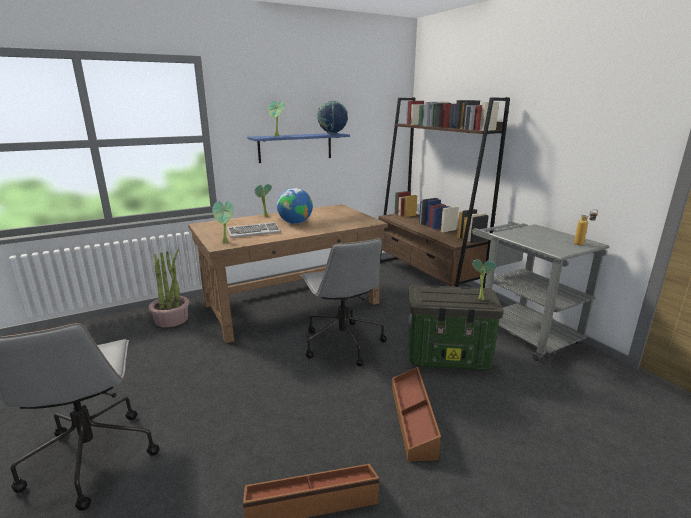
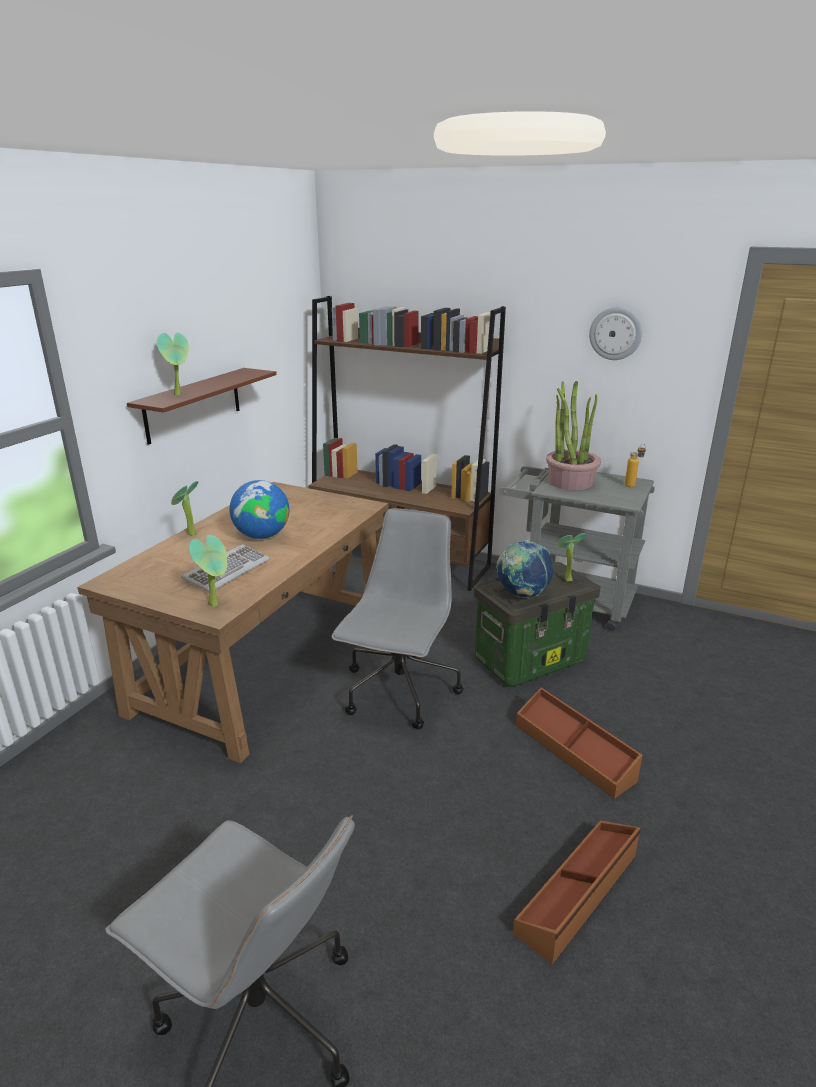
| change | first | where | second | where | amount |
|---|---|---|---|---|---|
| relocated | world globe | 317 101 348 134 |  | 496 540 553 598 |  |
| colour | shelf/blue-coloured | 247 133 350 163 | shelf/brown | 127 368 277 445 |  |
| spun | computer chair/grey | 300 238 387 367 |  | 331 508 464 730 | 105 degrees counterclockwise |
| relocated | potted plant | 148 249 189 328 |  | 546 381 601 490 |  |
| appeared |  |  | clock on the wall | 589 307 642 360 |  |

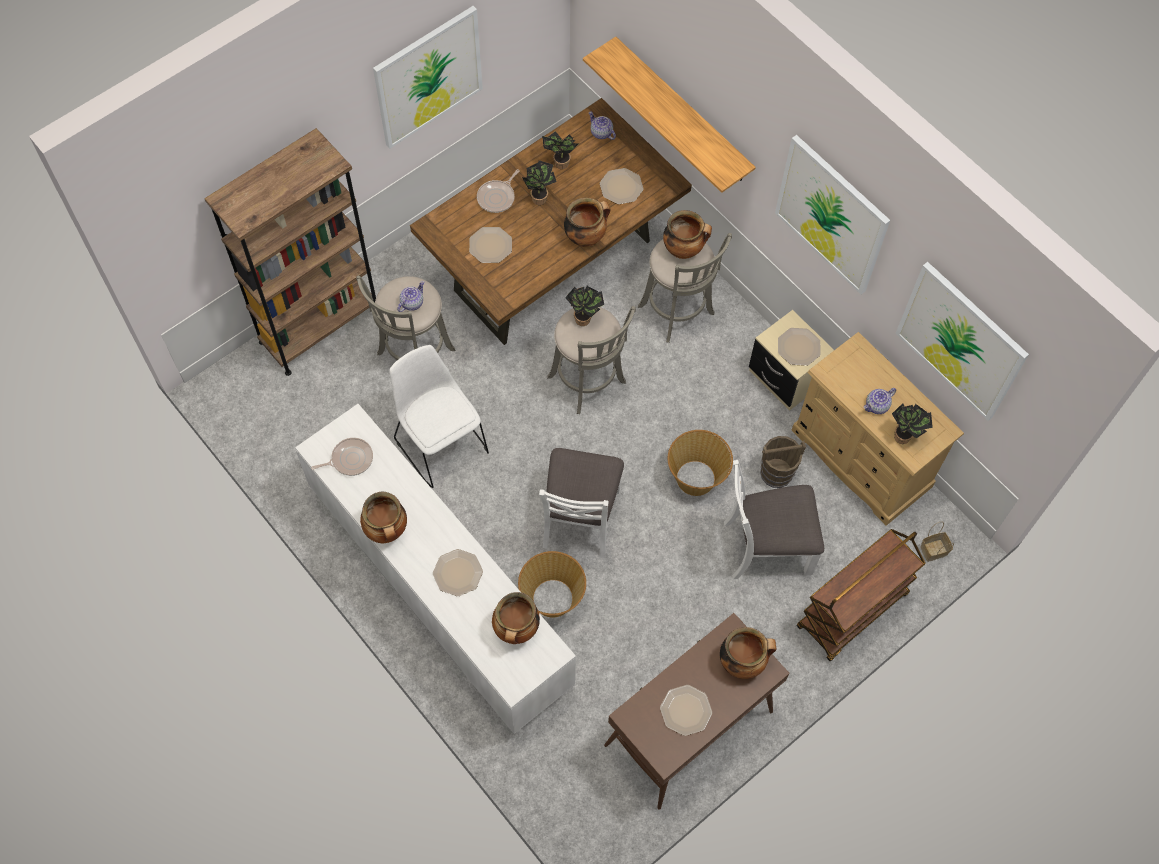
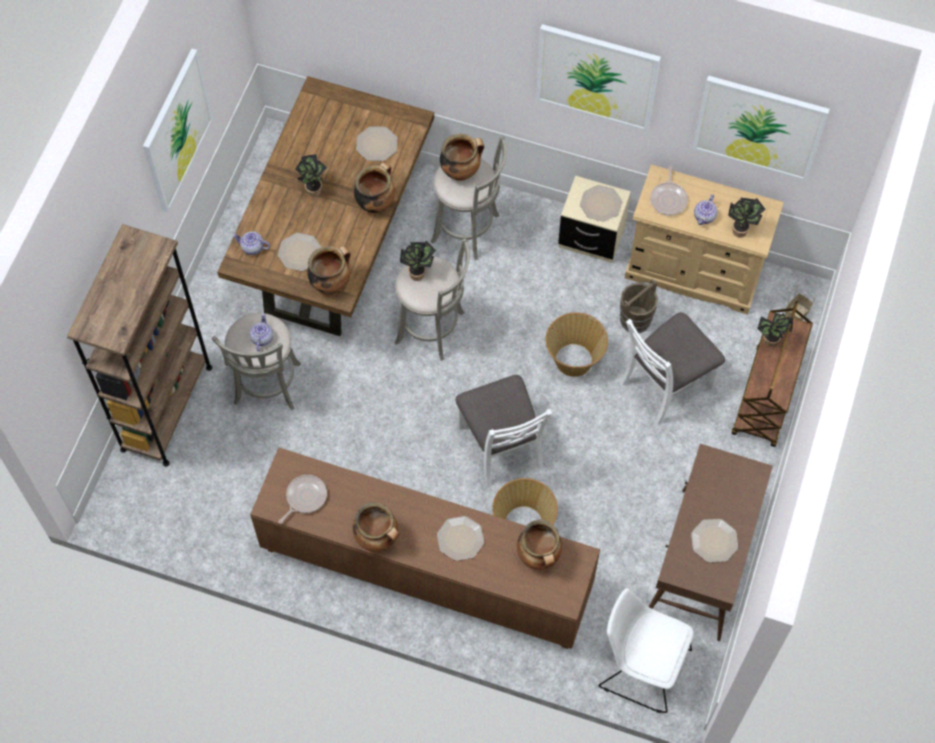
| change | first | where | second | where | amount |
|---|---|---|---|---|---|
| missing | shelf | 583 37 756 193 |  |  |  |
| relocated | teapot | 589 112 616 140 |  | 232 231 270 255 |  |
| relocated | potted plant | 542 131 578 169 |  | 757 313 793 347 |  |
| relocated | skillet | 477 169 520 213 |  | 650 165 688 216 |  |
| relocated | plain chair/white | 389 345 489 488 |  | 598 588 694 713 |  |
| colour | cupboard/white | 295 404 576 734 | cupboard/brown | 250 447 600 649 |  |
| relocated | cooking pot | 720 627 776 679 |  | 307 246 351 294 |  |

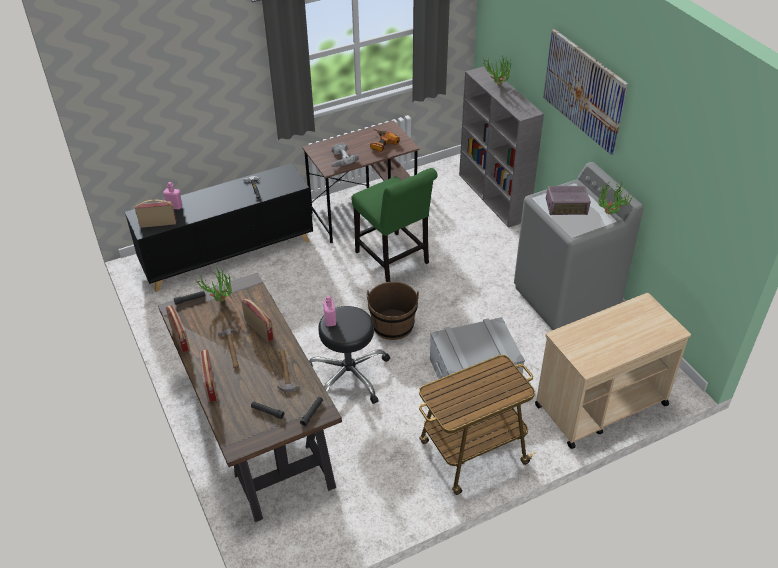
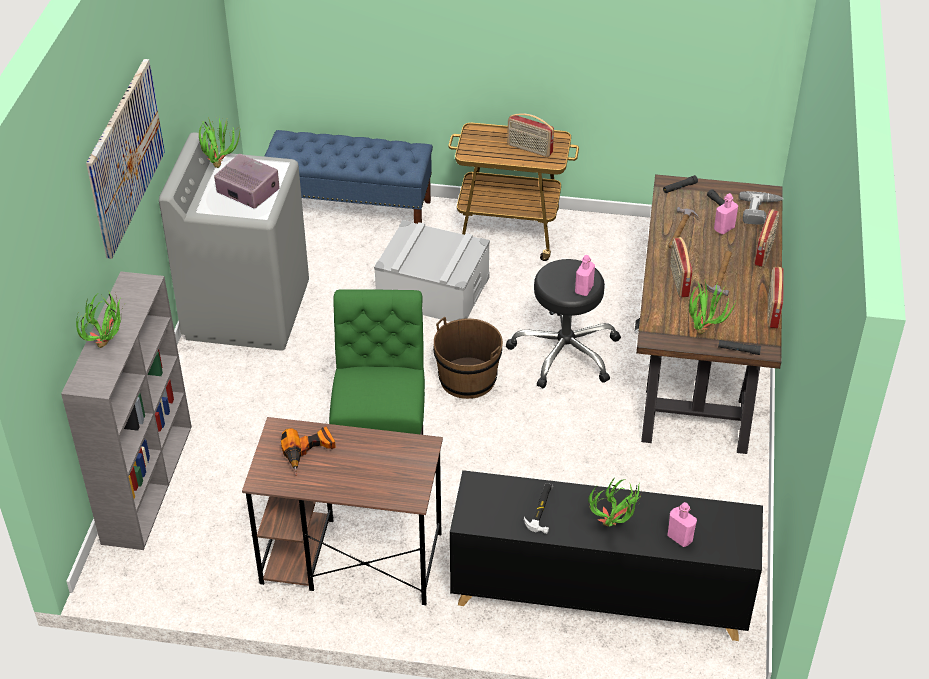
| change | first | where | second | where | amount |
|---|---|---|---|---|---|
| relocated | power drill | 331 142 359 167 |  | 739 191 783 225 |  |
| relocated | radio | 135 200 176 227 |  | 507 113 554 157 |  |
| exchanged | wheeled cart/beige | 535 293 691 449 | bench/blue-coloured | 264 130 433 224 |  |
| appeared |  |  | drink bottle/pinkish | 714 193 738 234 |  |
| appeared |  |  | potted plant | 588 478 641 526 |  |

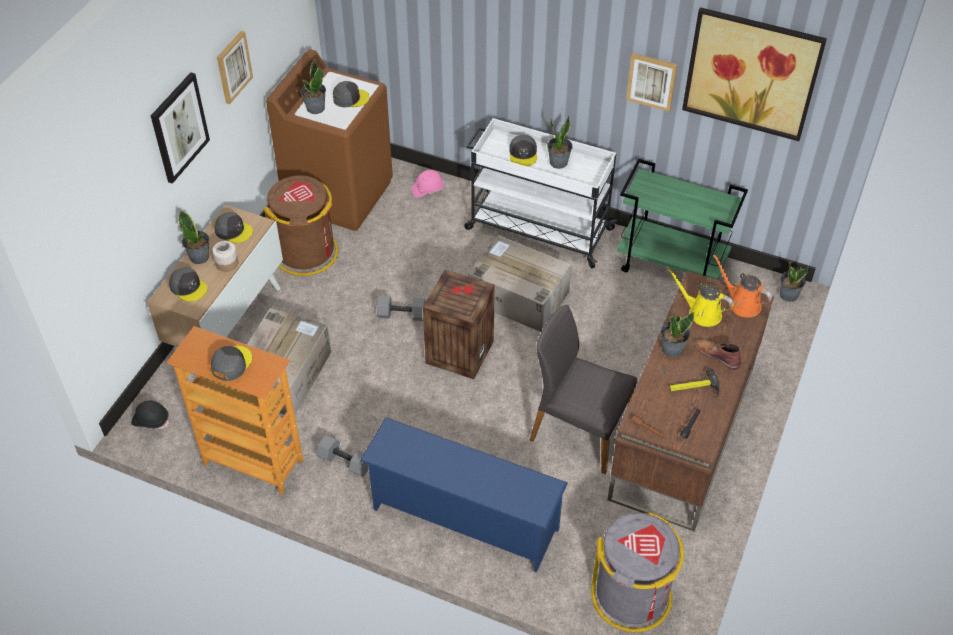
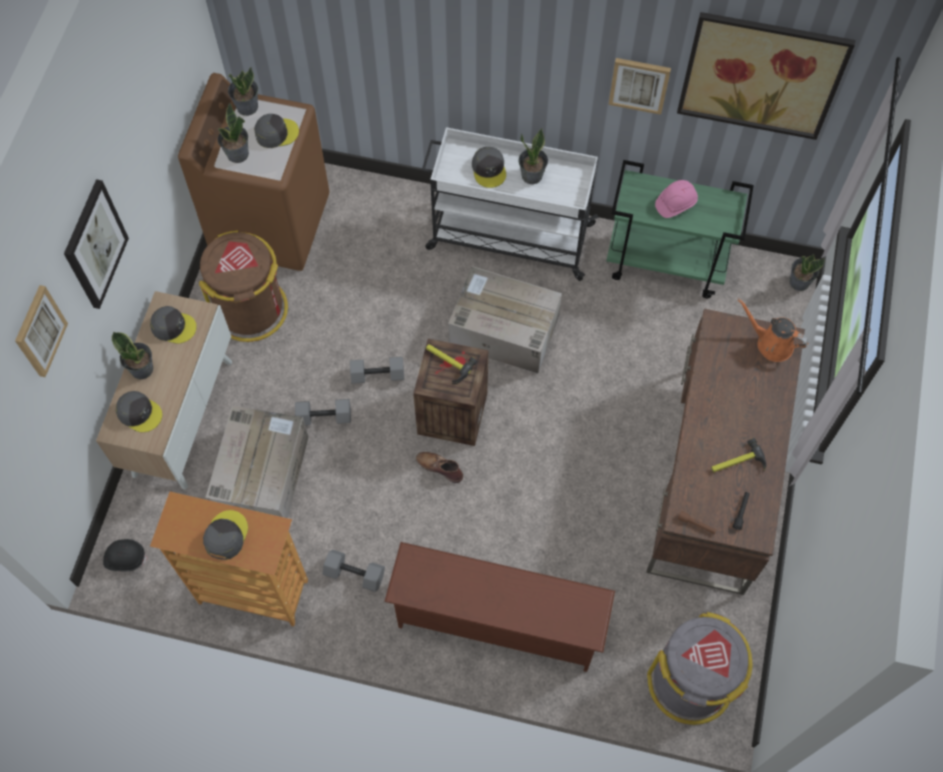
| change | first | where | second | where | amount |
|---|---|---|---|---|---|
| relocated | picture | 217 31 253 104 |  | 15 285 68 377 |  |
| relocated | safety helmet/pinkish | 412 170 444 197 |  | 655 180 698 218 |  |
| missing | jar | 212 241 238 272 |  |  |  |
| missing | watering can/yellowish | 668 269 734 327 |  |  |  |
| missing | plain chair/grey | 530 305 637 474 |  |  |  |
| relocated | potted plant | 661 312 694 358 |  | 228 67 258 116 |  |
| relocated | tall boot/brown | 694 339 741 370 |  | 416 452 463 483 |  |
| colour | shoe rack/blue-coloured | 360 417 568 572 | shoe rack/brown | 384 542 615 672 |  |
| appeared |  |  | hand hammer | 426 344 477 384 |  |
| appeared |  |  | hand weight/grey | 295 399 351 426 |  |

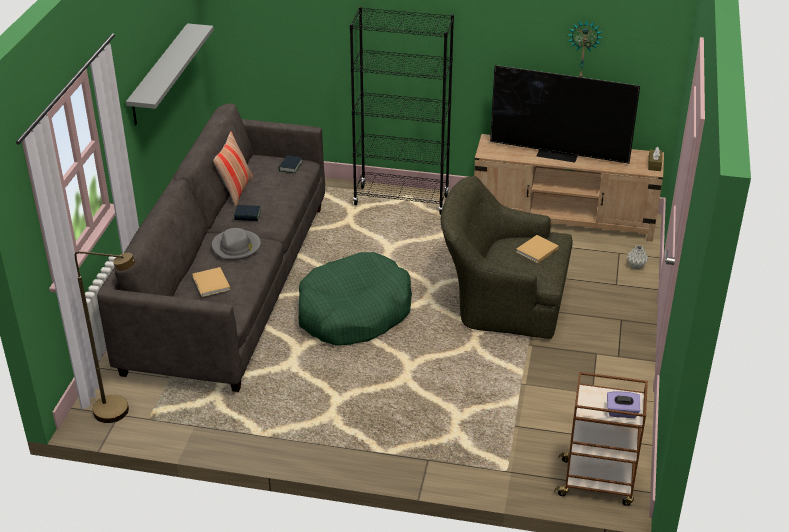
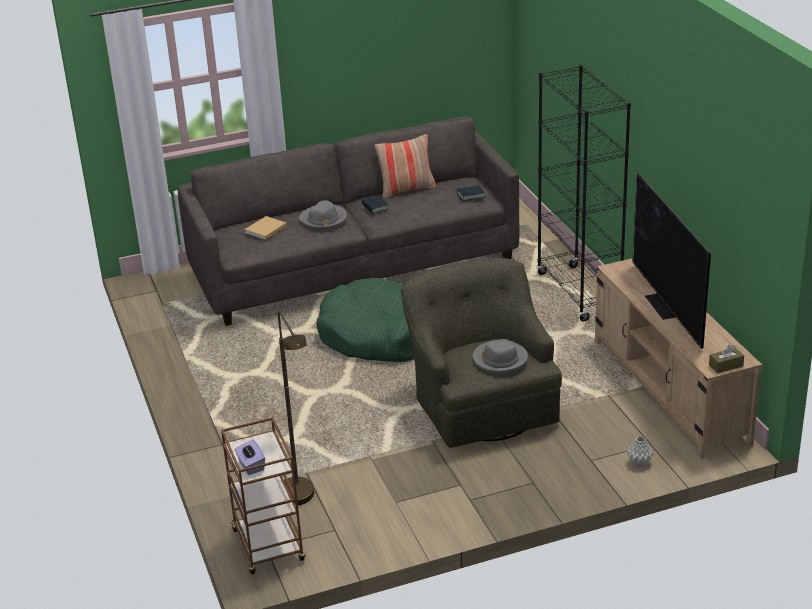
| change | first | where | second | where | amount |
|---|---|---|---|---|---|
| missing | clock on the wall | 568 20 603 77 |  |  |  |
| missing | shelf/grey | 126 23 214 125 |  |  |  |
| exchanged | volume/beige | 516 235 559 263 | clothing hat/grey | 472 339 528 373 |  |
| relocated | floor lamp/brown | 75 251 135 423 |  | 278 311 314 505 |  |

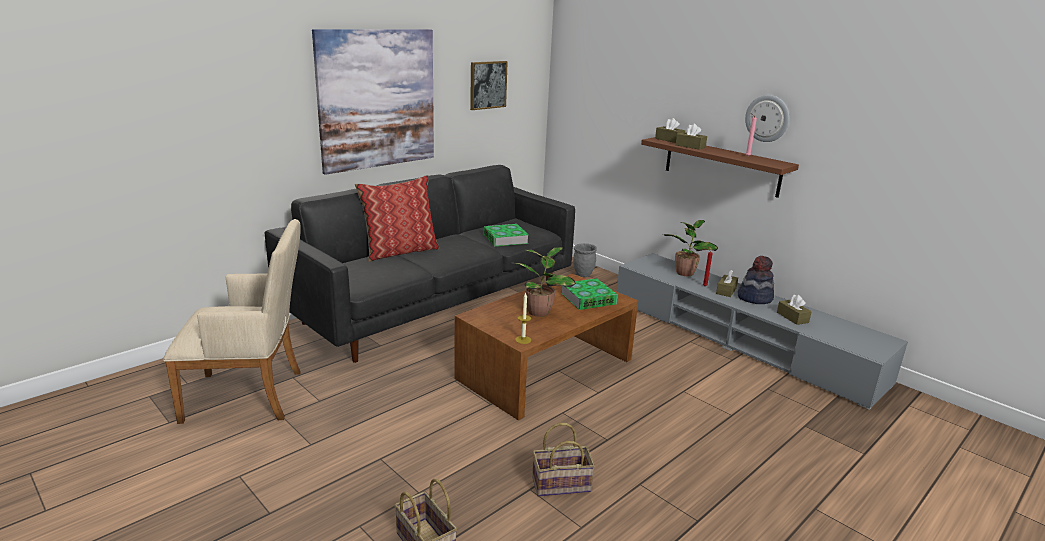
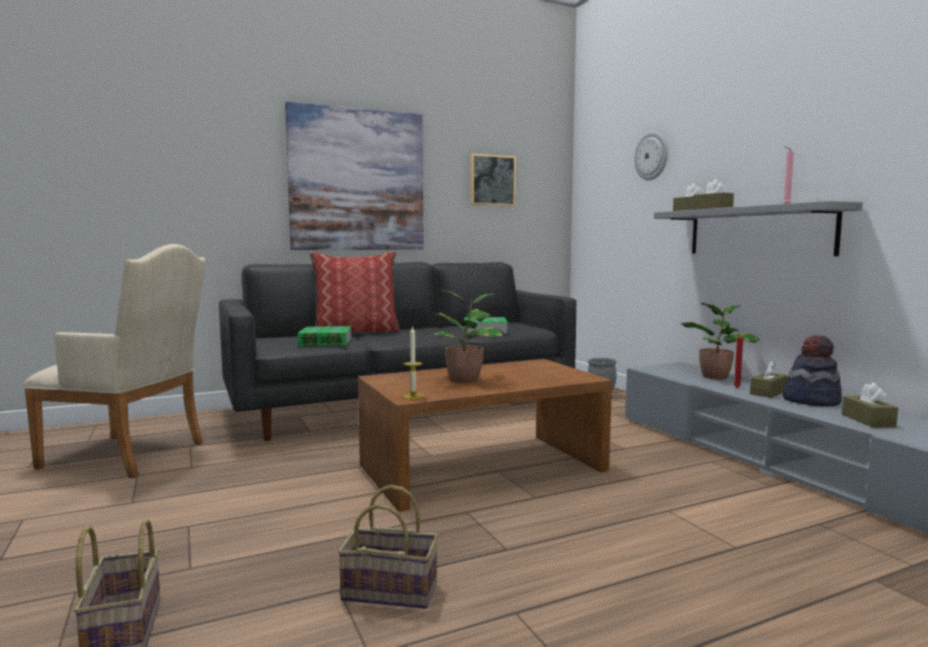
| change | first | where | second | where | amount |
|---|---|---|---|---|---|
| relocated | clock on the wall | 745 95 789 142 |  | 634 131 668 180 |  |
| colour | shelf/brown | 641 137 799 198 | shelf/grey | 654 201 863 256 |  |
| relocated | volume | 561 278 618 310 |  | 297 326 352 346 |  |

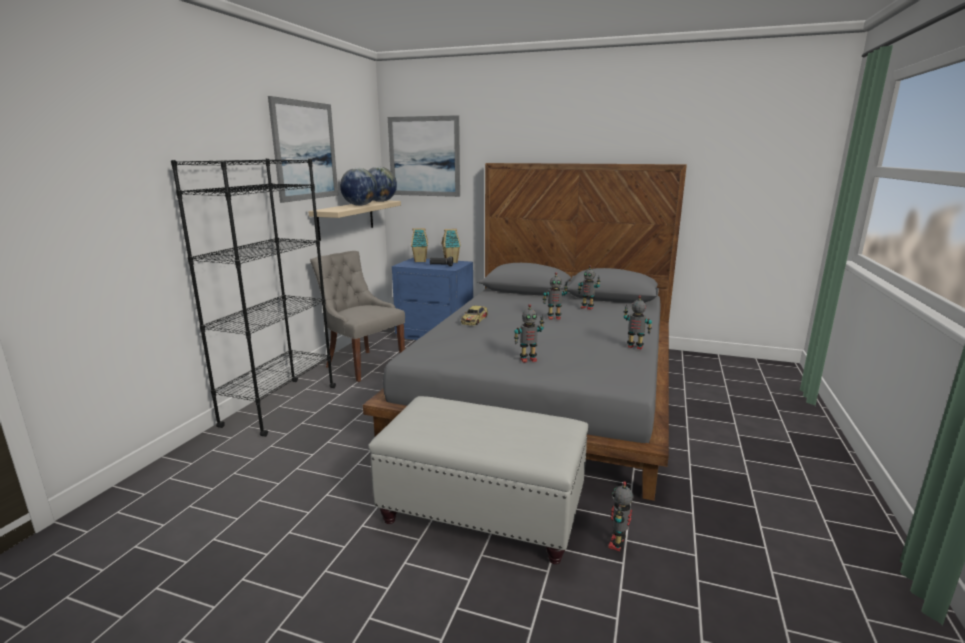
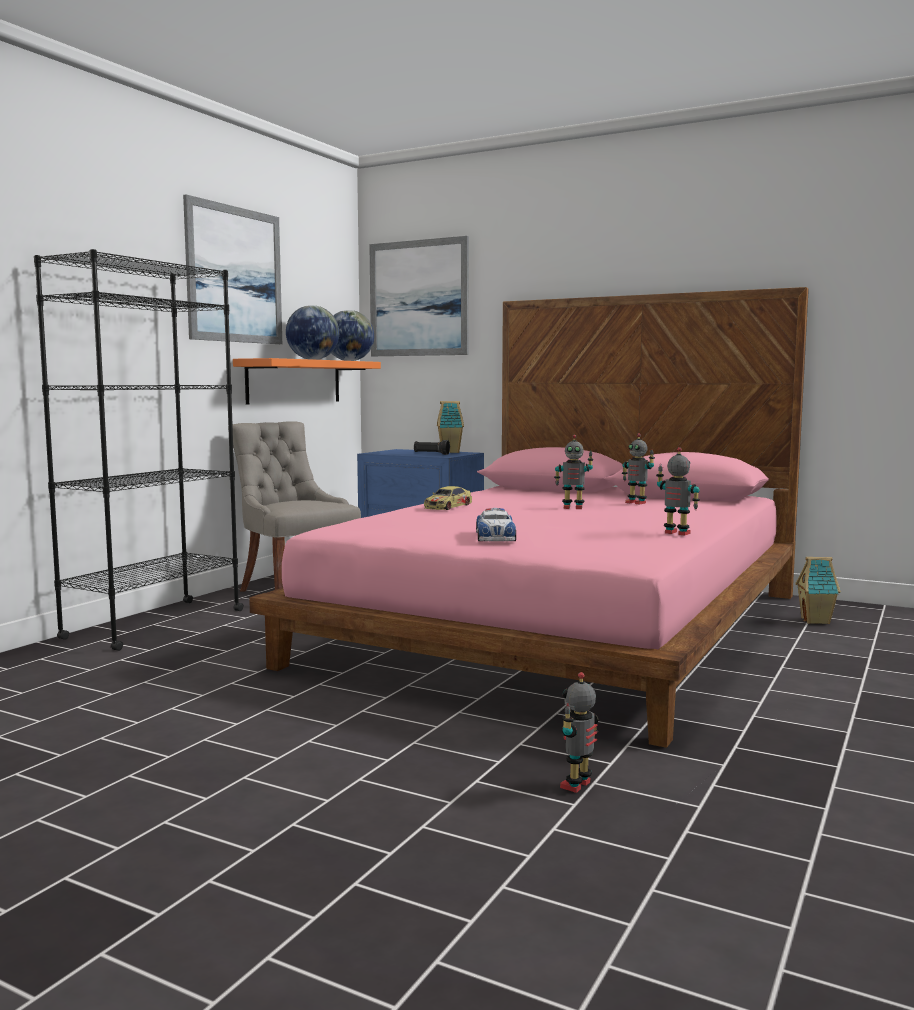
| change | first | where | second | where | amount |
|---|---|---|---|---|---|
| colour | bed/grey | 363 163 687 501 | bed/pinkish | 249 287 809 748 |  |
| colour | shelf/beige | 308 200 401 241 | shelf/orangey | 233 358 381 405 |  |
| relocated | model house | 411 228 428 262 |  | 795 557 841 624 |  |
| exchanged | model robot | 514 304 544 363 | miniature car | 476 508 516 541 |  |
| missing | pouffe/white | 368 396 588 564 |  |  |  |

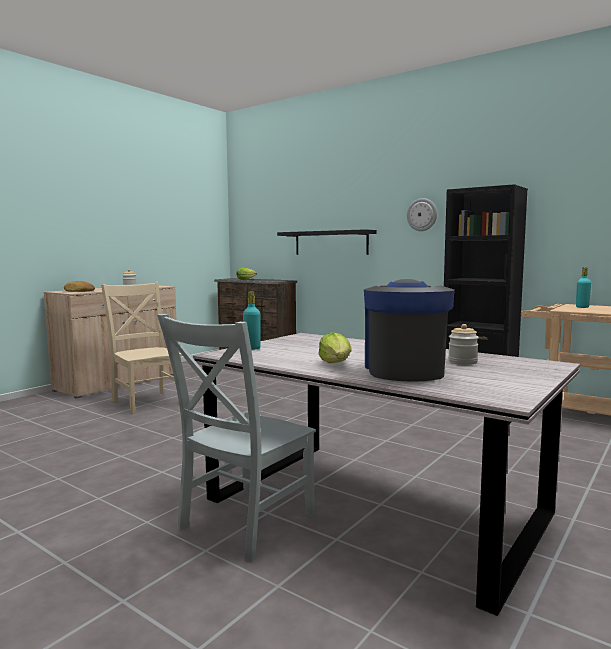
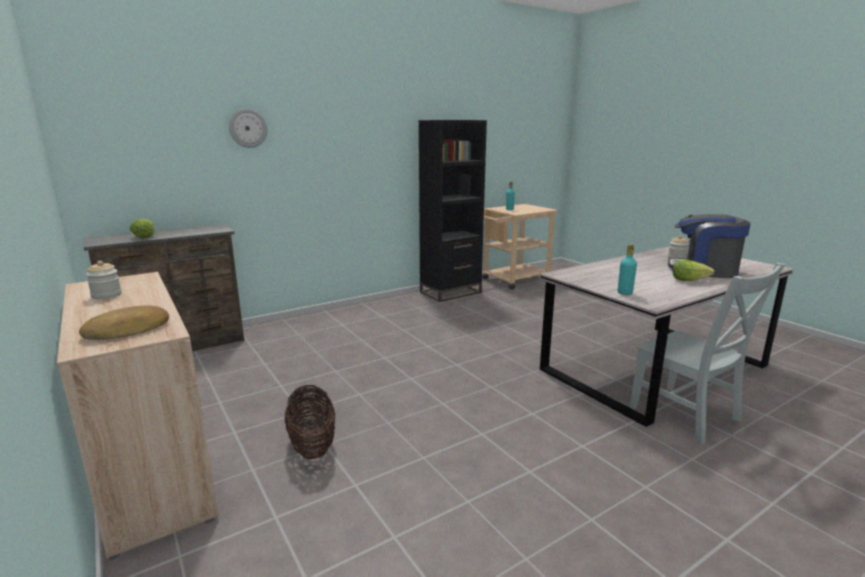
| change | first | where | second | where | amount |
|---|---|---|---|---|---|
| relocated | clock on the wall | 407 198 437 231 |  | 229 109 267 148 |  |
| missing | shelf/black | 277 229 377 255 |  |  |  |
| exchanged | plain chair/beige | 101 282 182 414 | household basket | 284 385 335 459 |  |

